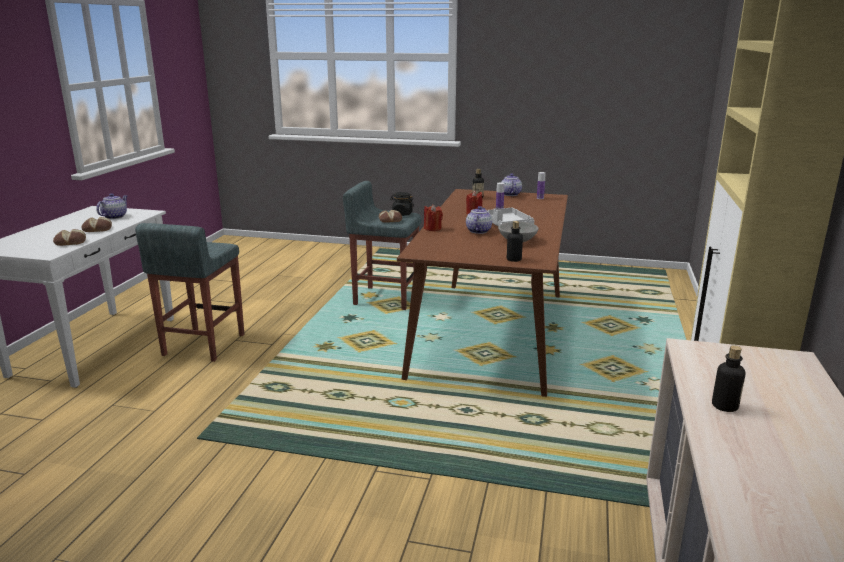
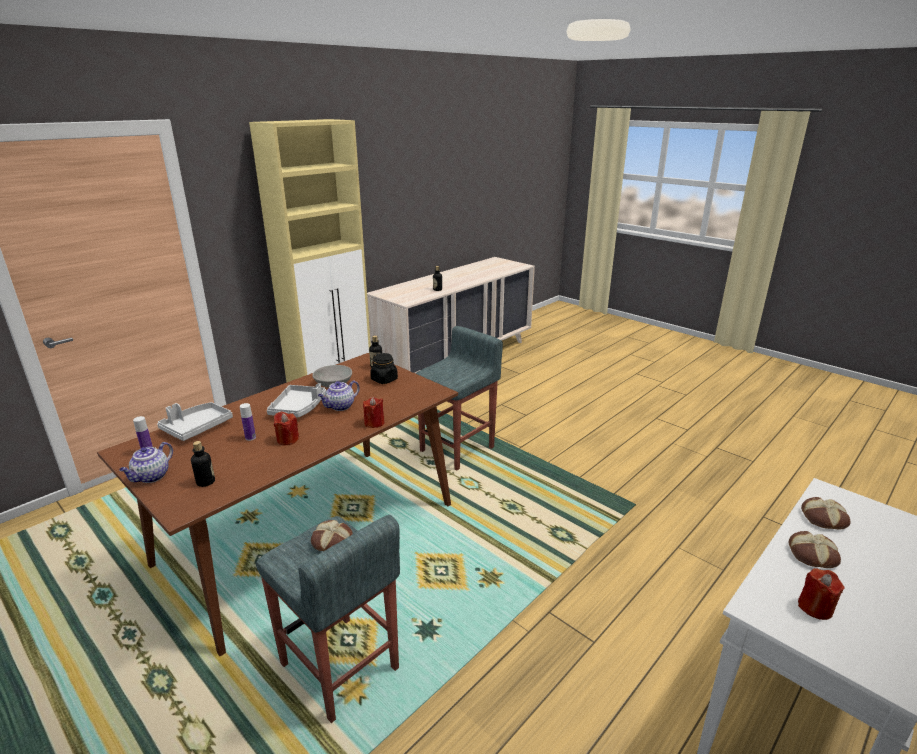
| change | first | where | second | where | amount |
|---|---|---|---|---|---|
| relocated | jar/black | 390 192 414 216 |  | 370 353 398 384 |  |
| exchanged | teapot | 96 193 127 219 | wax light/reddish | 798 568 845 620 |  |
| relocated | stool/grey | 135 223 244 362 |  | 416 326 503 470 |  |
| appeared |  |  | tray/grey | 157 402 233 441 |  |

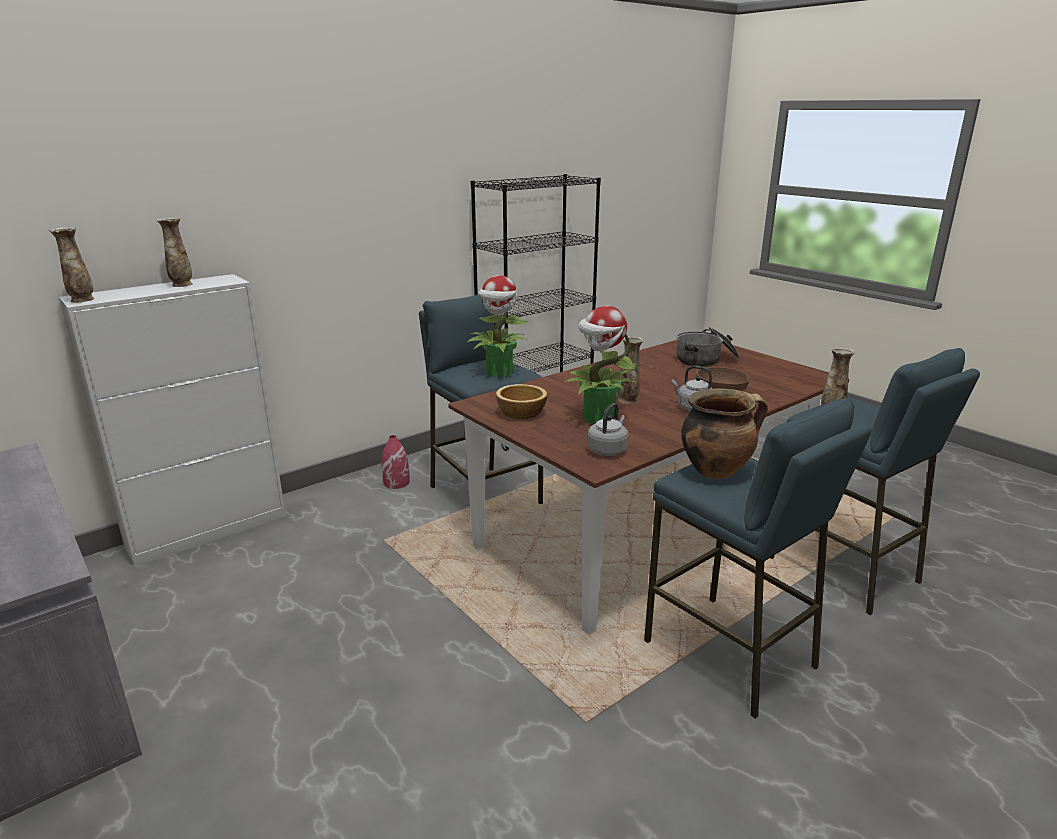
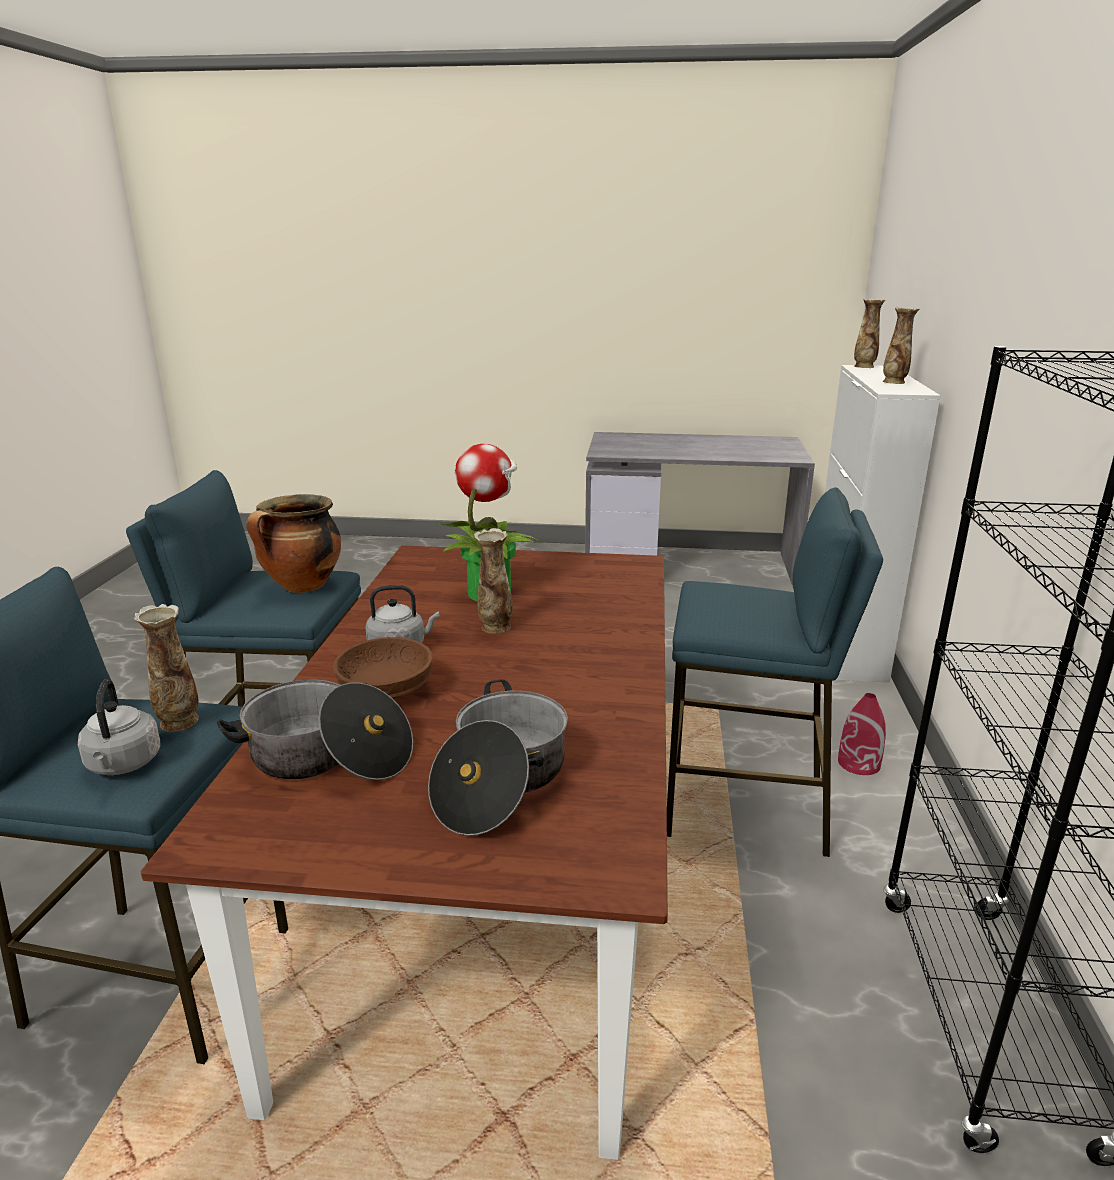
| change | first | where | second | where | amount |
|---|---|---|---|---|---|
| missing | potted plant | 467 275 528 377 |  |  |  |
| missing | bowl | 496 384 547 419 |  |  |  |
| relocated | tea kettle/grey | 587 403 629 456 |  | 78 679 161 775 |  |
| appeared |  |  | cooking pot | 217 679 413 780 |  |

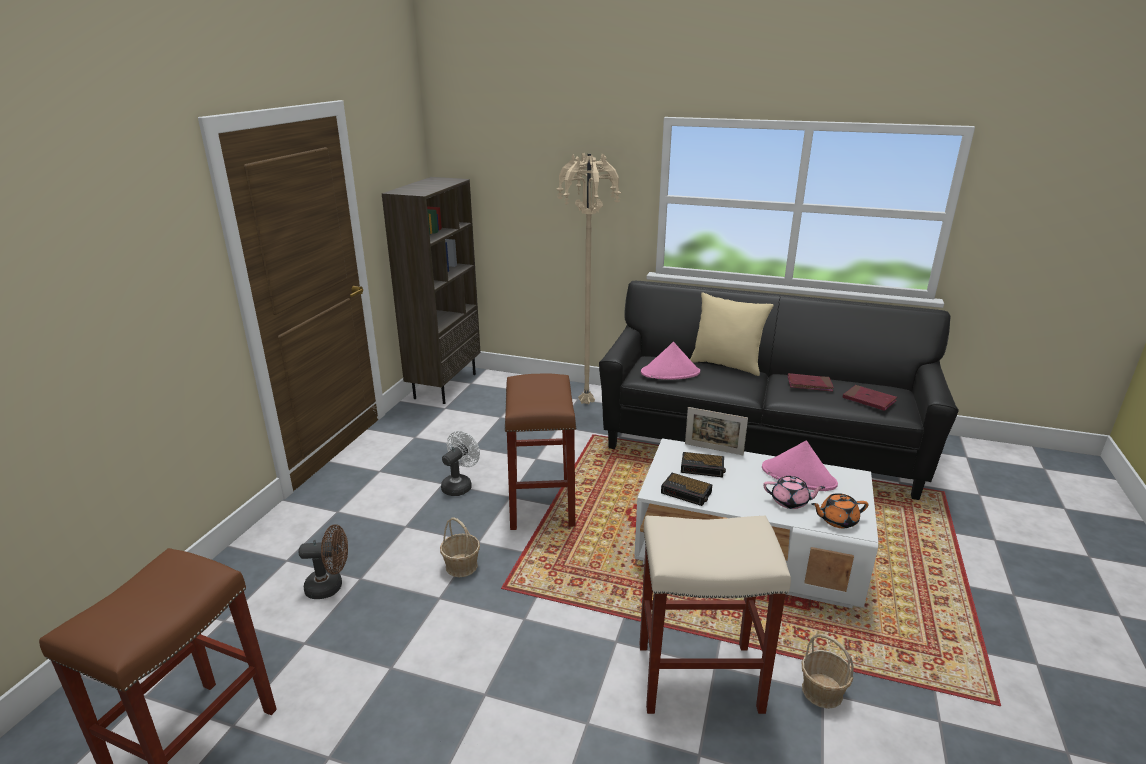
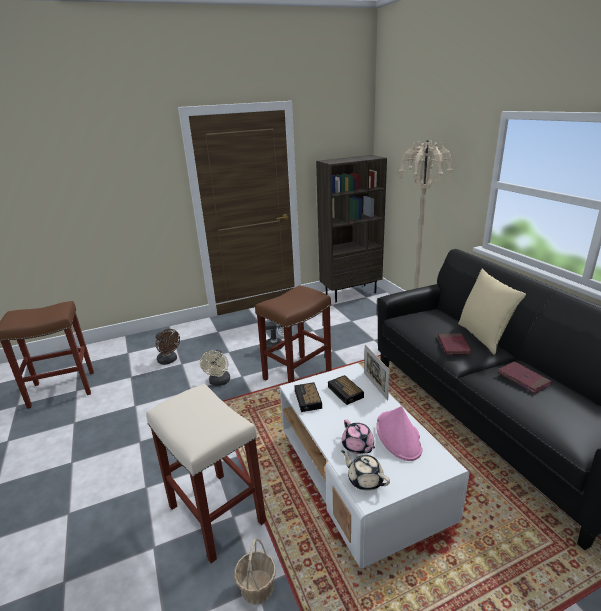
| change | first | where | second | where | amount |
|---|---|---|---|---|---|
| missing | clothing hat/pinkish | 641 342 700 380 |  |  |  |
| relocated | volume/reddish | 843 385 897 411 |  | 438 333 471 355 |  |
| colour | teapot/orangey | 811 493 868 528 | teapot/beige | 341 450 390 491 |  |
| exchanged | household basket | 440 517 480 577 | cooling fan/beige | 200 350 230 386 |  |

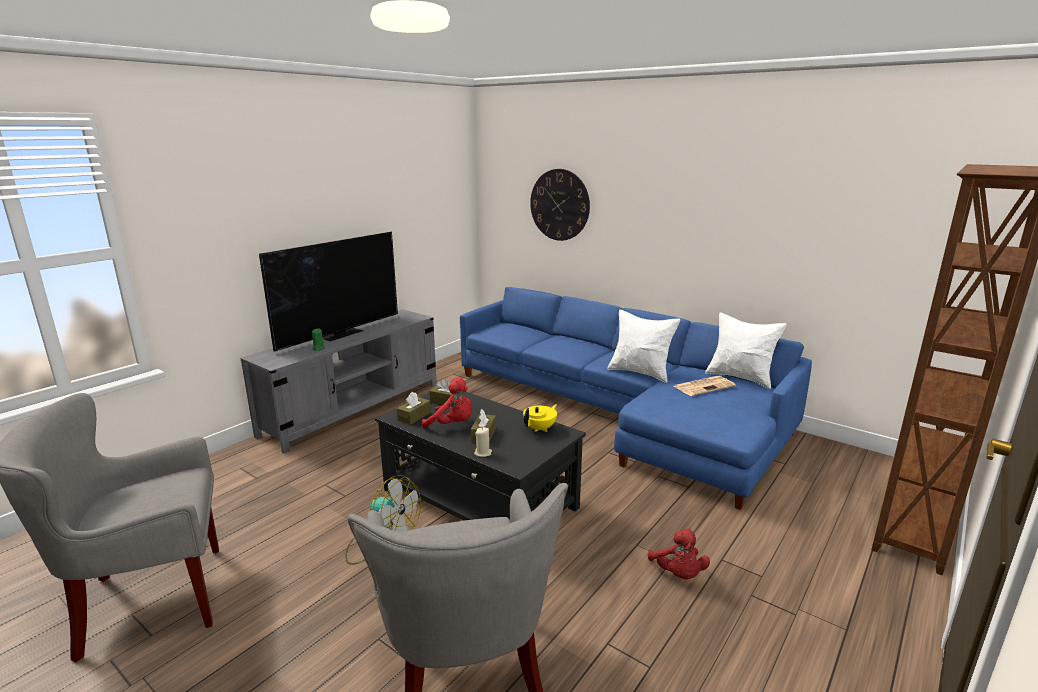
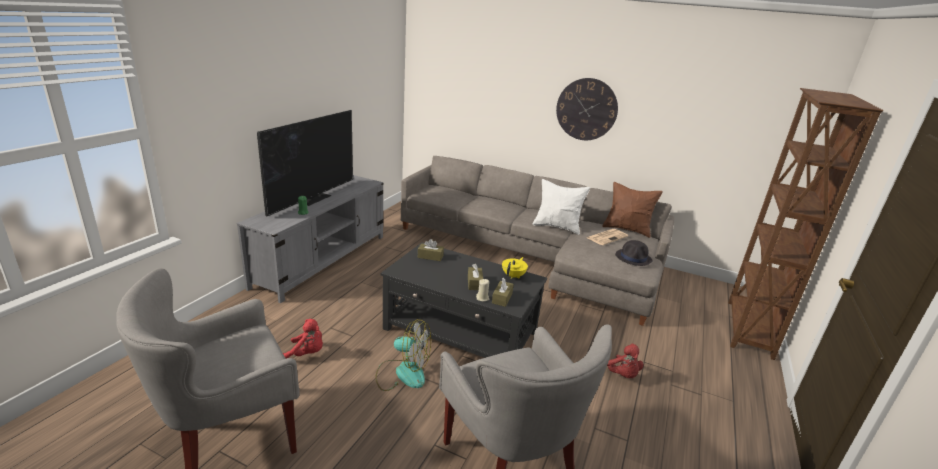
| change | first | where | second | where | amount |
|---|---|---|---|---|---|
| relocated | clock on the wall | 530 169 590 241 |  | 556 78 618 140 |  |
| colour | couch/blue-coloured | 460 287 812 510 | couch/grey | 401 156 674 326 |  |
| colour | throw pillow/white | 705 313 786 389 | throw pillow/brown | 602 182 663 238 |  |
| relocated | soft toy/reddish | 422 378 472 429 |  | 283 319 323 358 |  |
| relocated | box of tissues/brown | 397 392 431 425 |  | 492 278 514 307 |  |
| appeared |  |  | clothing hat/black | 615 240 652 266 |  |

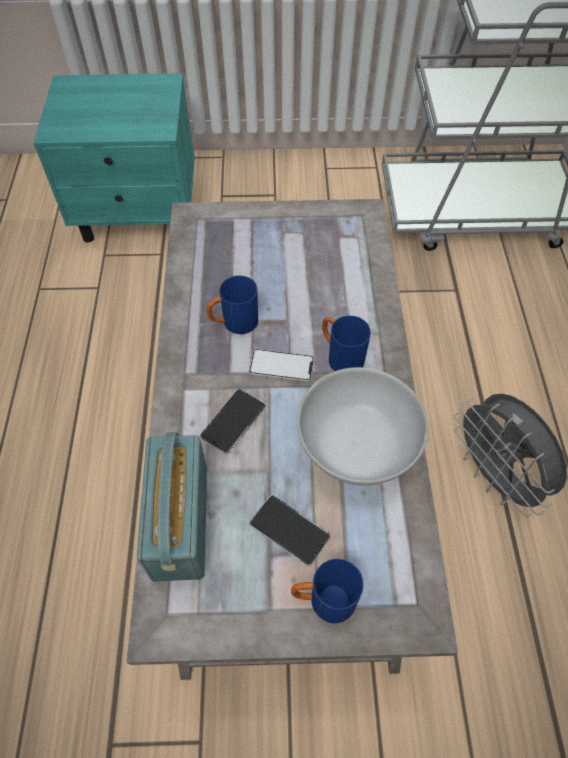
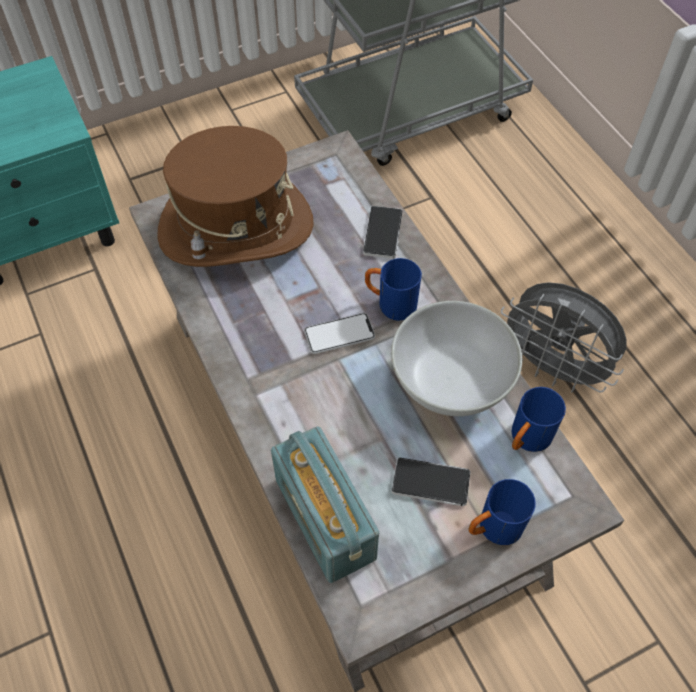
| change | first | where | second | where | amount |
|---|---|---|---|---|---|
| relocated | mug/blue-coloured | 207 276 258 334 |  | 511 387 566 452 |  |
| relocated | phone | 200 389 266 455 |  | 363 206 402 259 |  |
| appeared |  |  | clothing hat/brown | 157 126 314 267 |  |

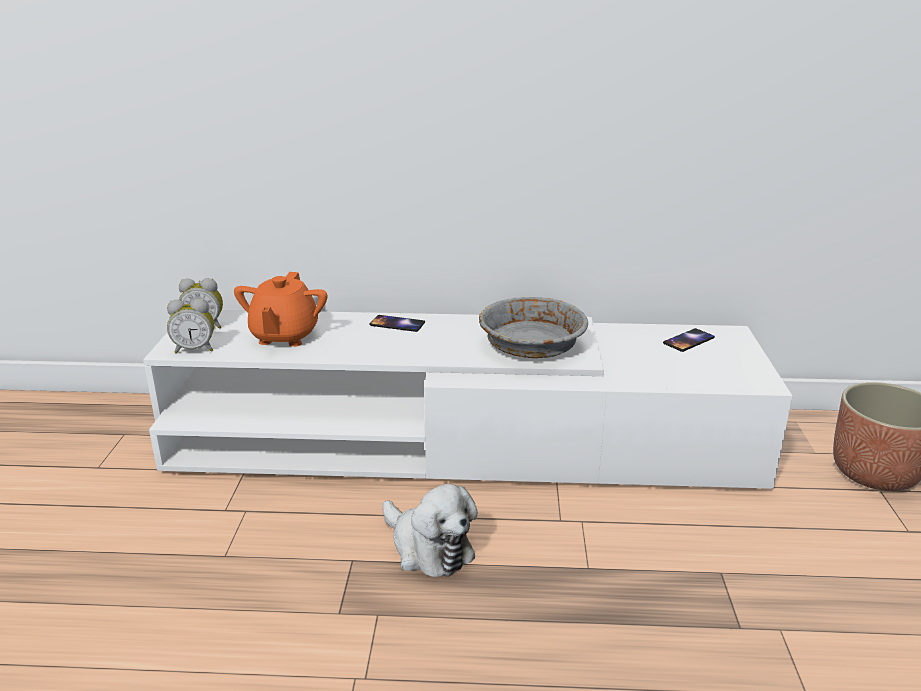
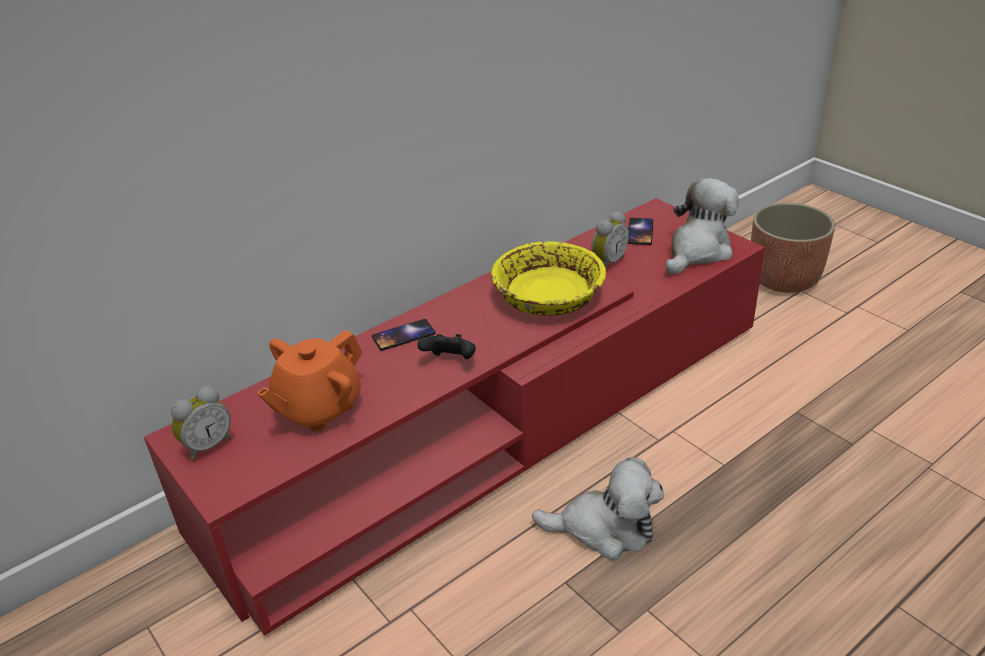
| change | first | where | second | where | amount |
|---|---|---|---|---|---|
| spun | teapot/orangey | 234 272 327 347 |  | 257 330 363 432 | 75 degrees clockwise |
| colour | bowl/grey | 479 297 588 358 | bowl/yellowish | 491 241 606 316 |  |
| relocated | alarm clock | 167 299 214 354 |  | 591 211 629 268 |  |
| colour | tv unit/white | 143 310 793 489 | tv unit/reddish | 144 198 765 636 |  |
| appeared |  |  | soft toy | 666 178 739 274 |  |
| appeared |  |  | game controller/black | 417 334 476 359 |  |

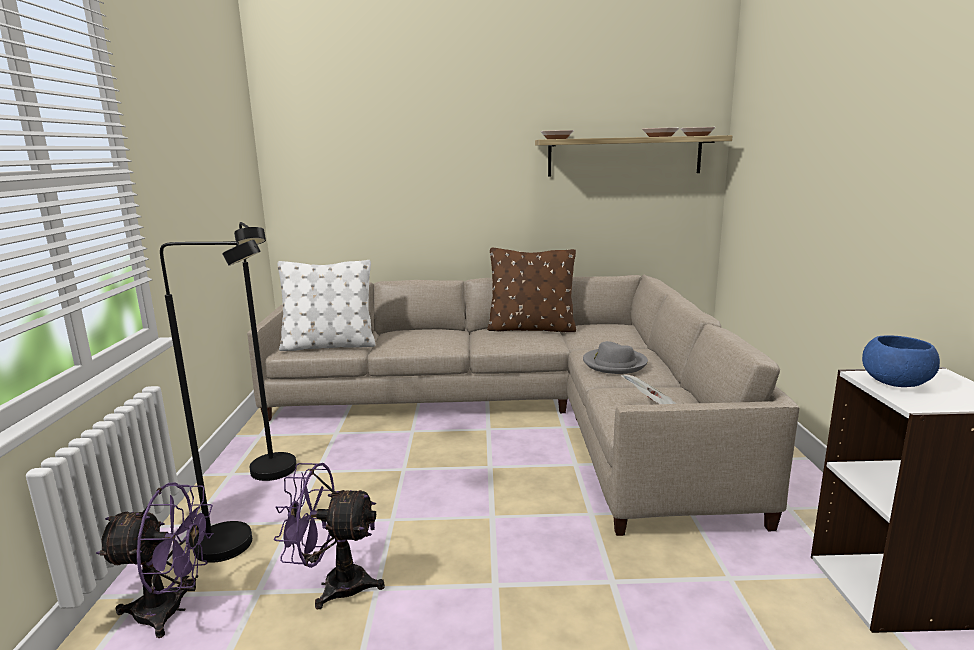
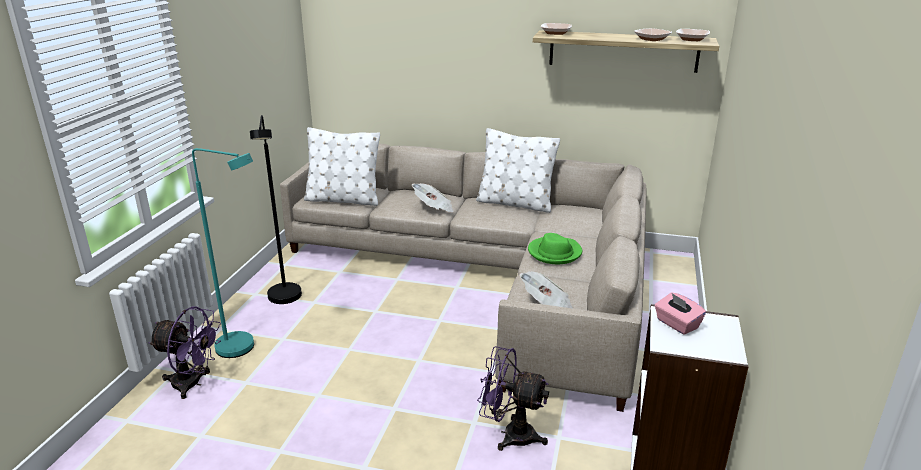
| change | first | where | second | where | amount |
|---|---|---|---|---|---|
| colour | floor lamp/black | 160 240 261 563 | floor lamp/turquoise | 192 148 254 358 |  |
| colour | throw pillow/brown | 487 248 576 332 | throw pillow/white | 476 128 560 213 |  |
| exchanged | bowl/blue-coloured | 862 335 940 387 | box of tissues/pinkish | 655 292 706 335 |  |
| colour | clothing hat/grey | 583 341 648 374 | clothing hat/greenish | 528 233 582 264 |  |
| relocated | cooling fan/purple-coloured | 274 463 385 609 |  | 477 346 549 451 |  |
| appeared |  |  | newspaper | 412 183 454 213 |  |

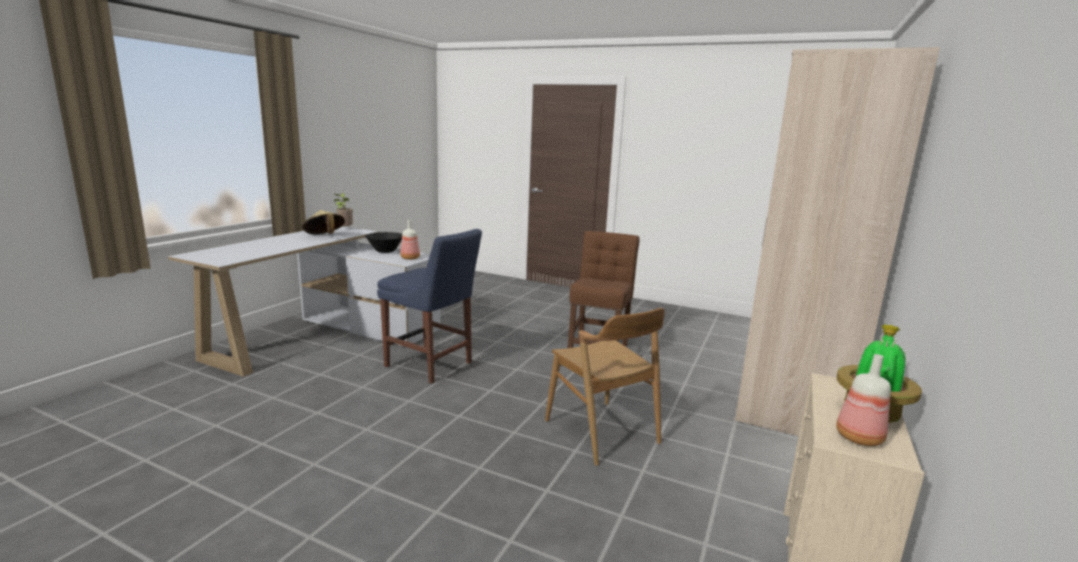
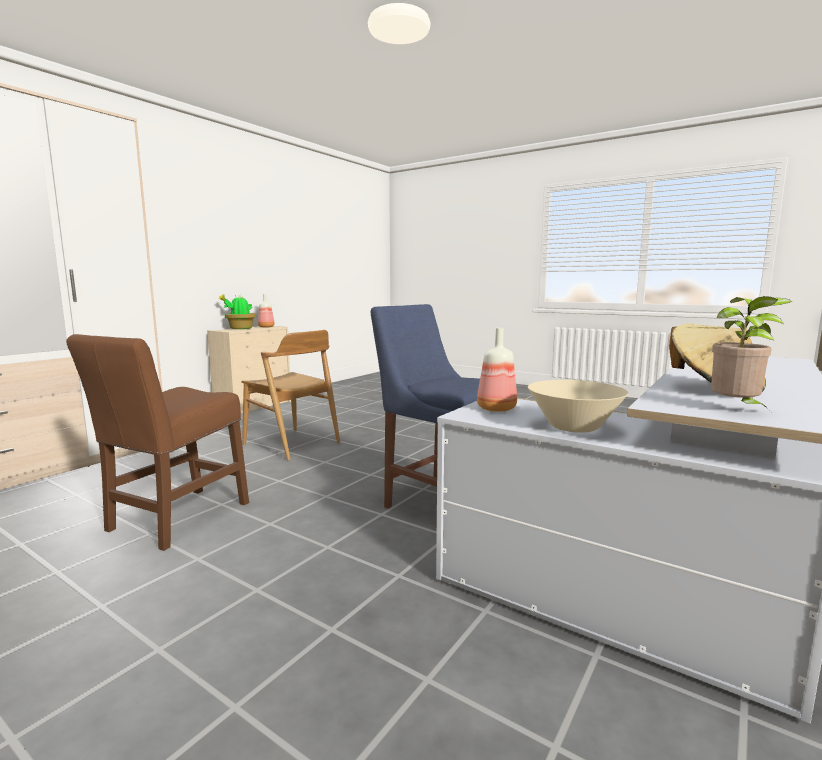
| change | first | where | second | where | amount |
|---|---|---|---|---|---|
| colour | bowl/black | 365 232 402 253 | bowl/beige | 528 380 628 433 |  |
| spun | plain chair/brown | 545 308 665 466 |  | 241 330 340 461 | 150 degrees clockwise |

